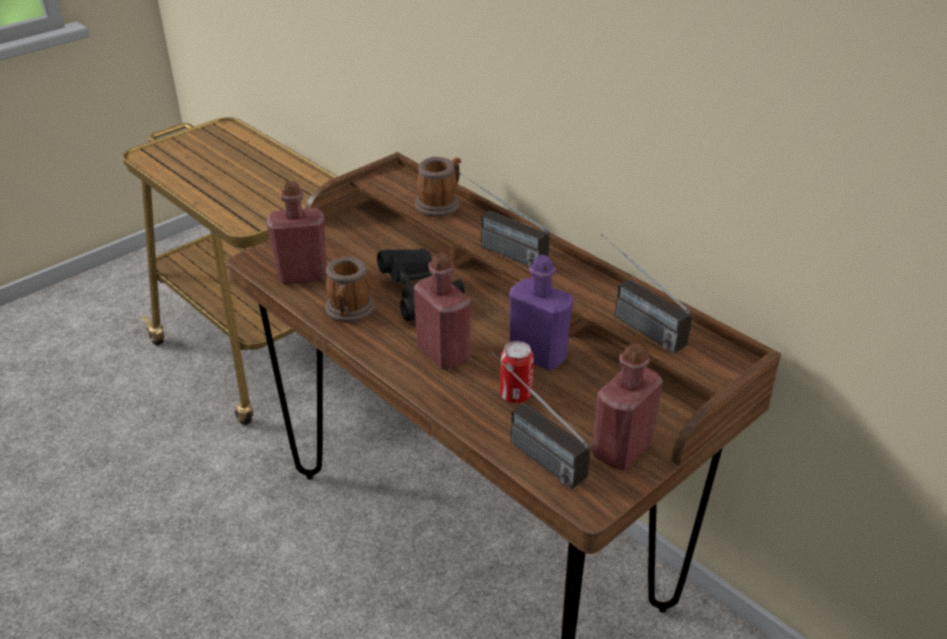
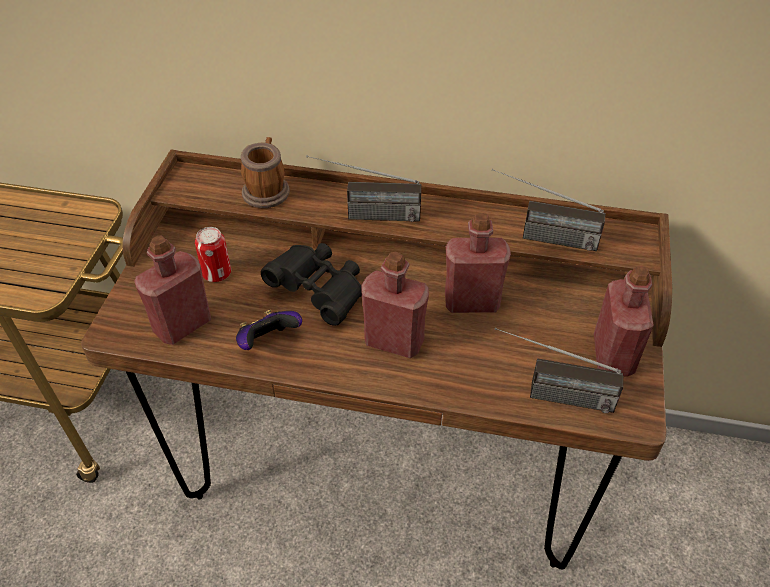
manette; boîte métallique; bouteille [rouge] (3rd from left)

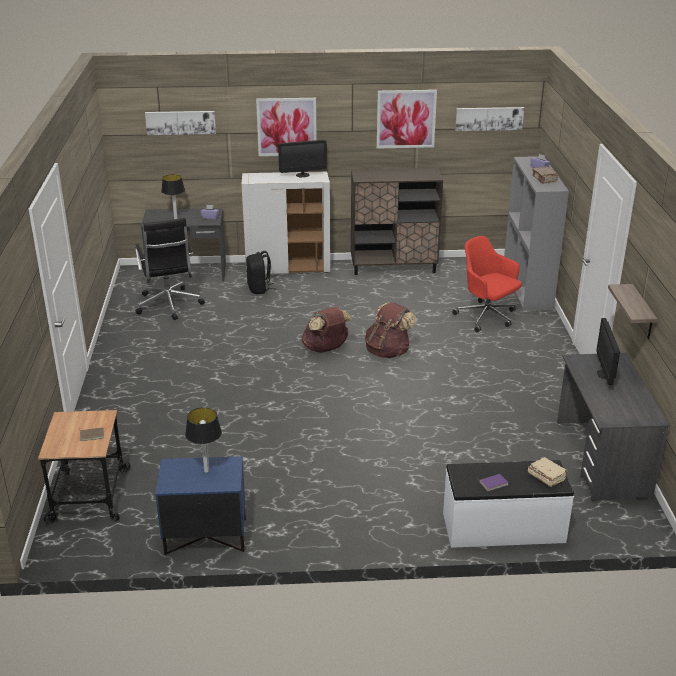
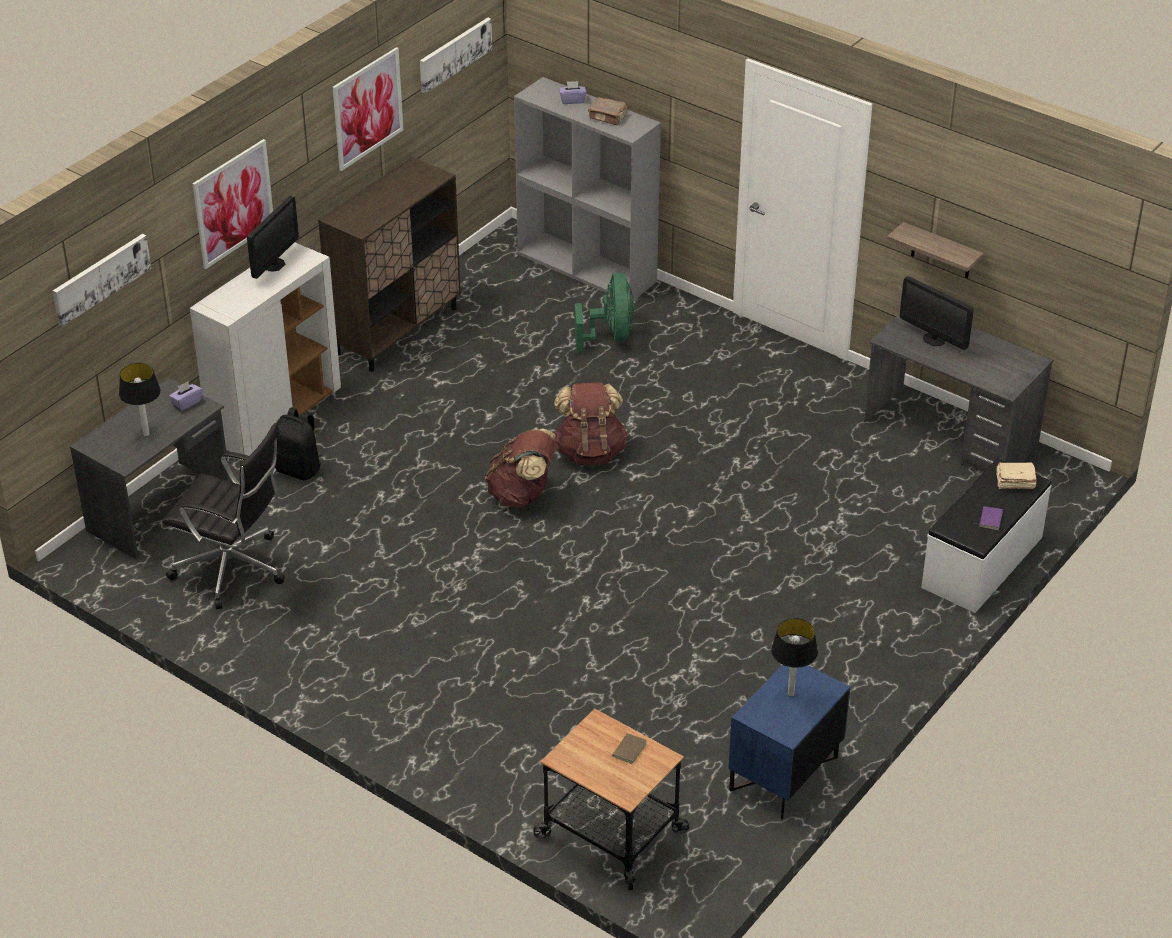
ventilateur [vert]

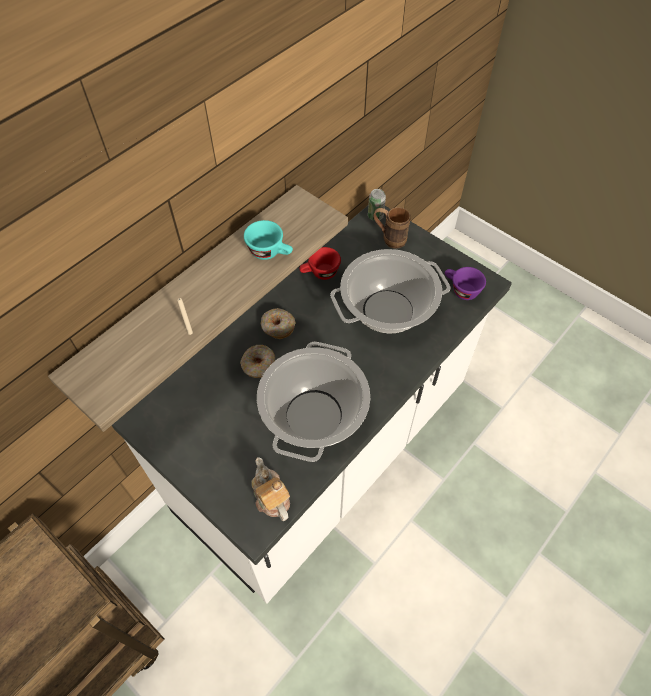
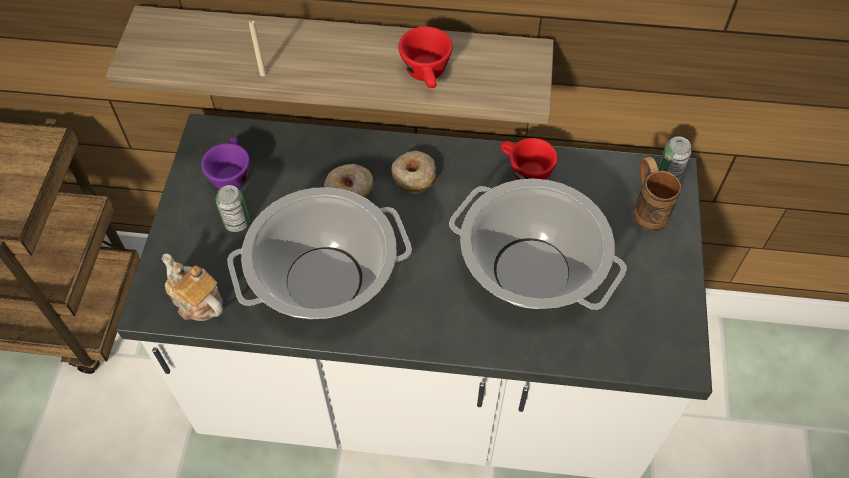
tasse [rouge] (1st from left); théière; tasse [violet]; boîte métallique (1st from left)

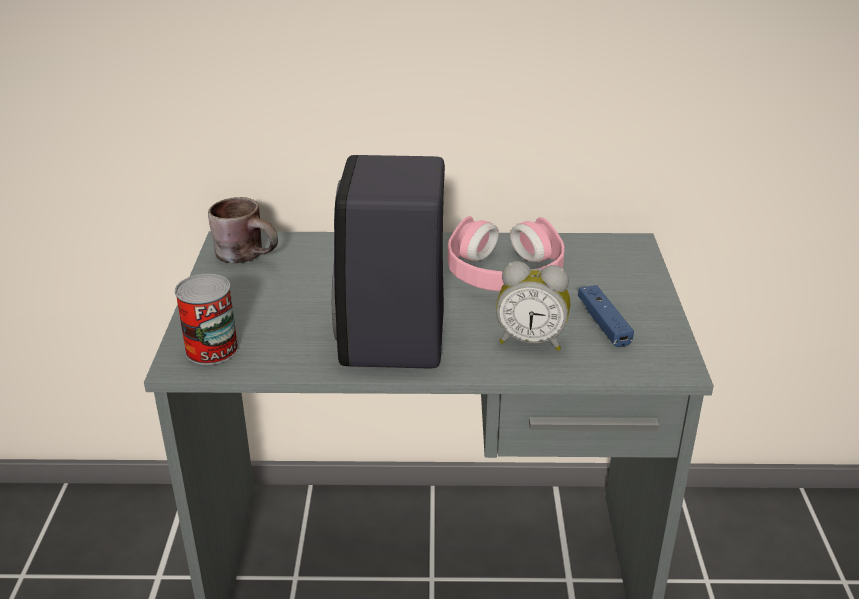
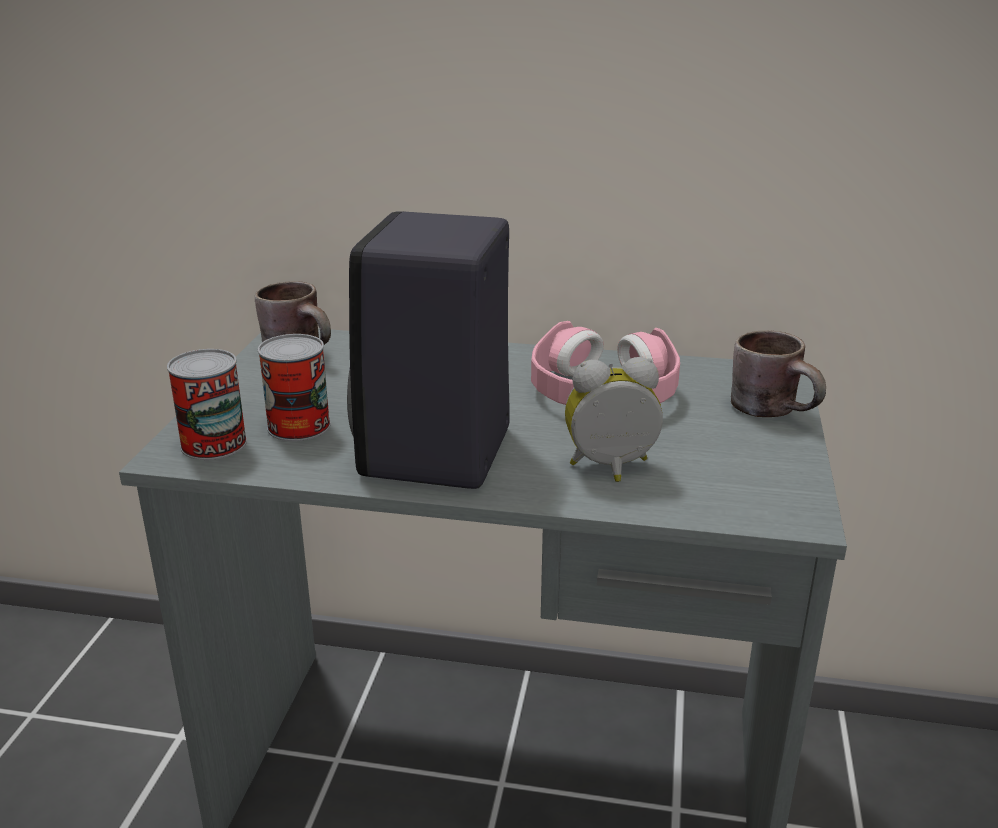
réveil; manette [bleu]; boîte métallique (2nd from left); mug [marron] (2nd from left)

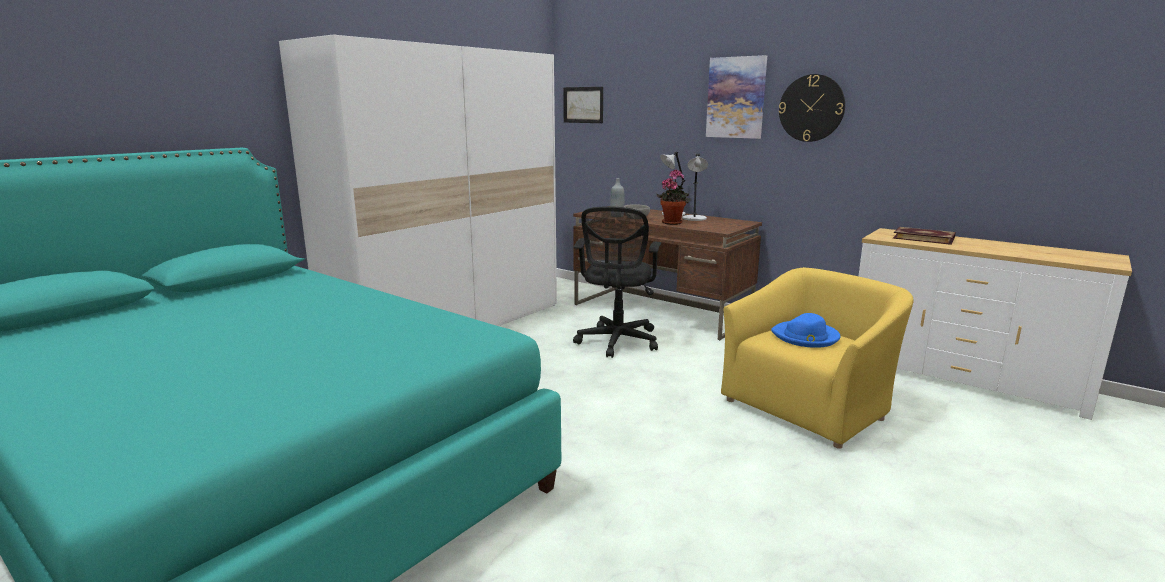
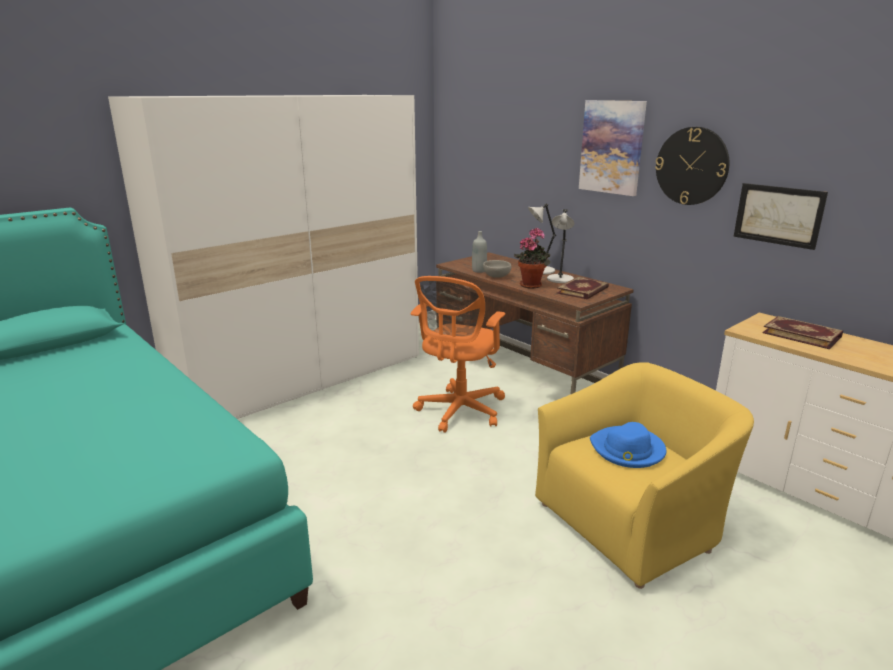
tableau (2nd from left); chaise de bureau [orange]; livre (1st from left)

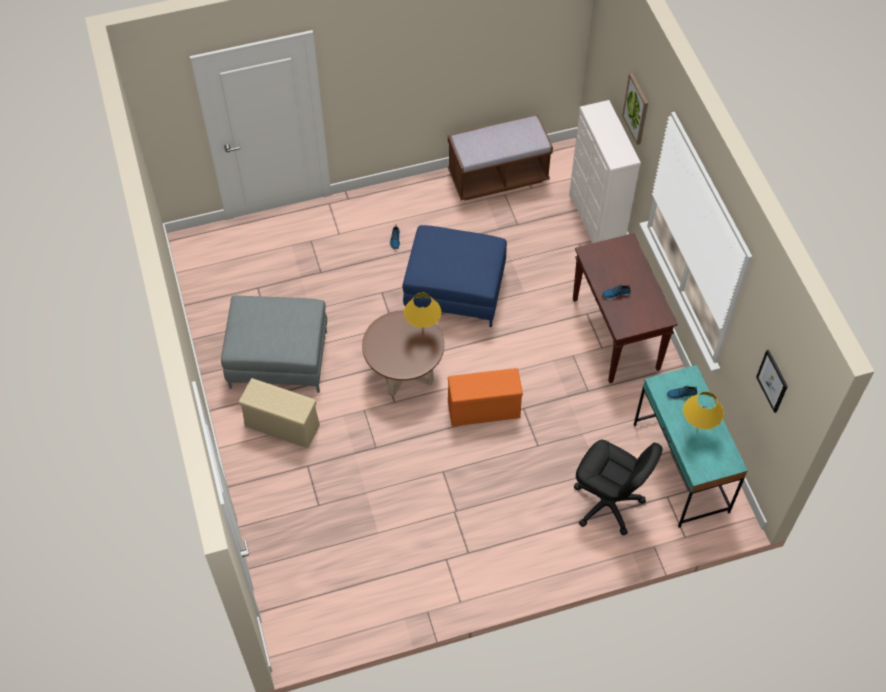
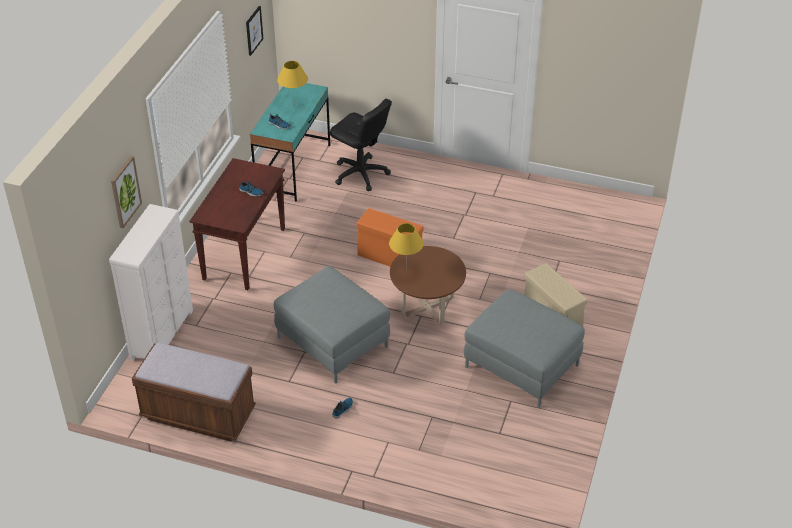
pouf [gris] (1st from left); chaise de bureau [noir]

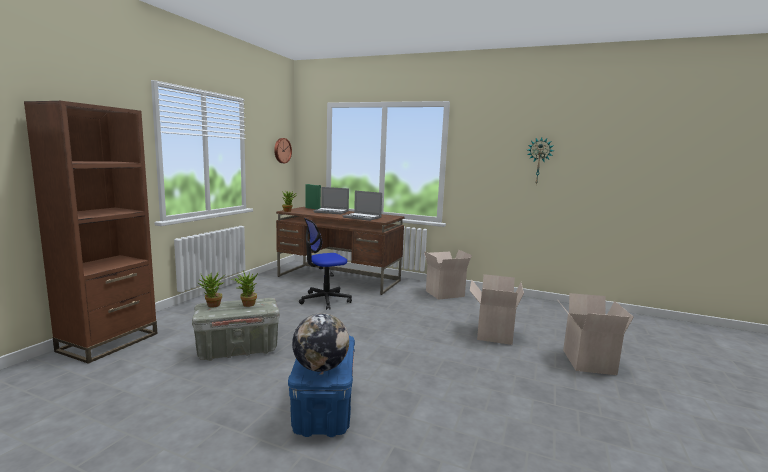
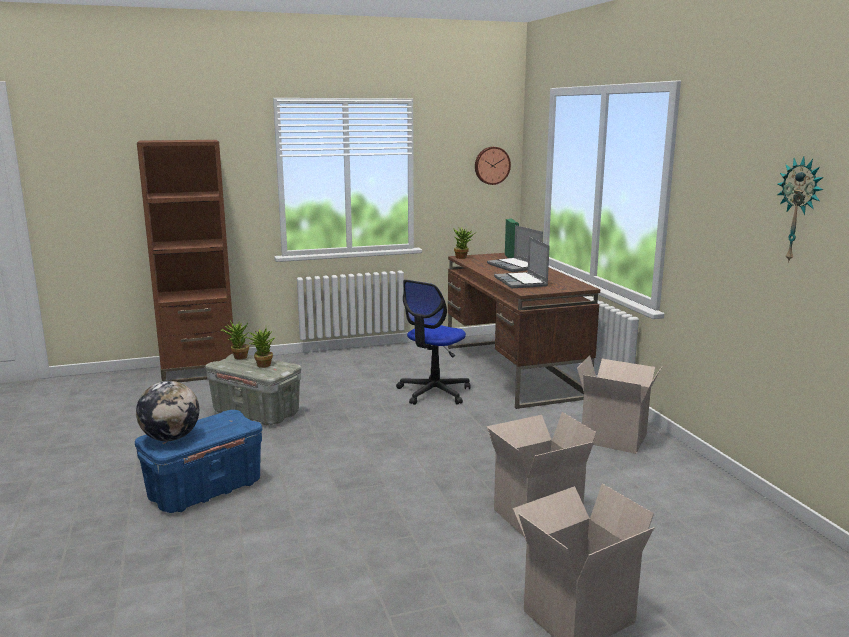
chaise de bureau

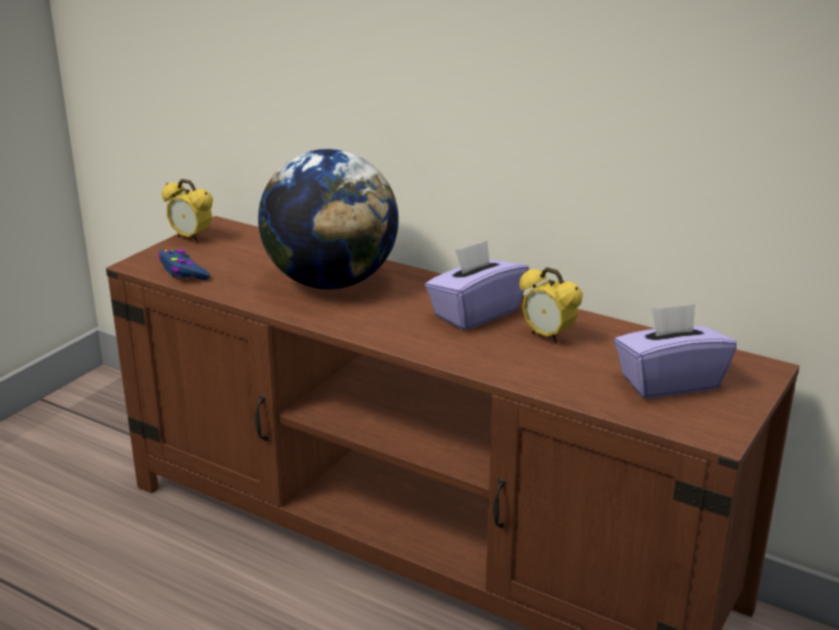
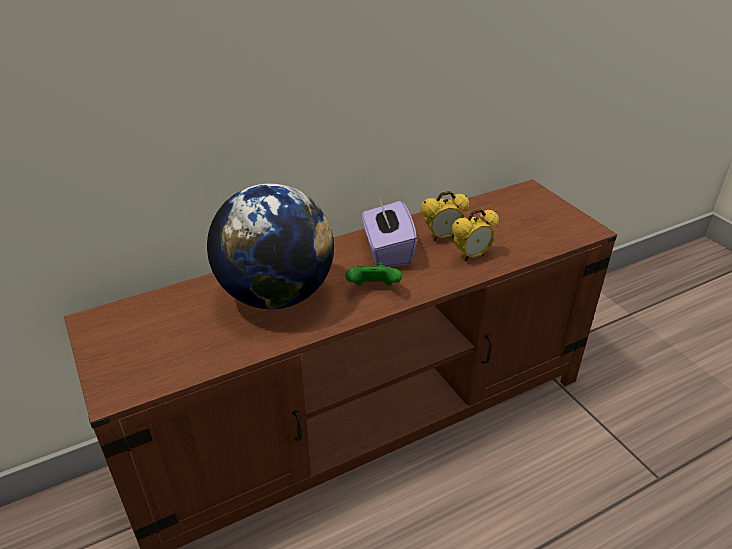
manette [bleu]; réveil (2nd from left); boîte à mouchoirs [violet] (2nd from left in the first image); manette [vert]

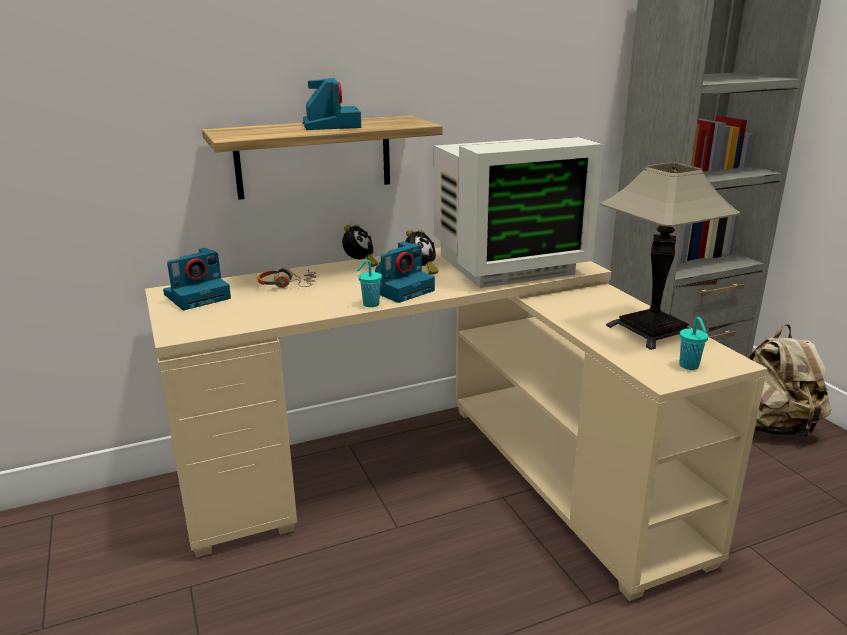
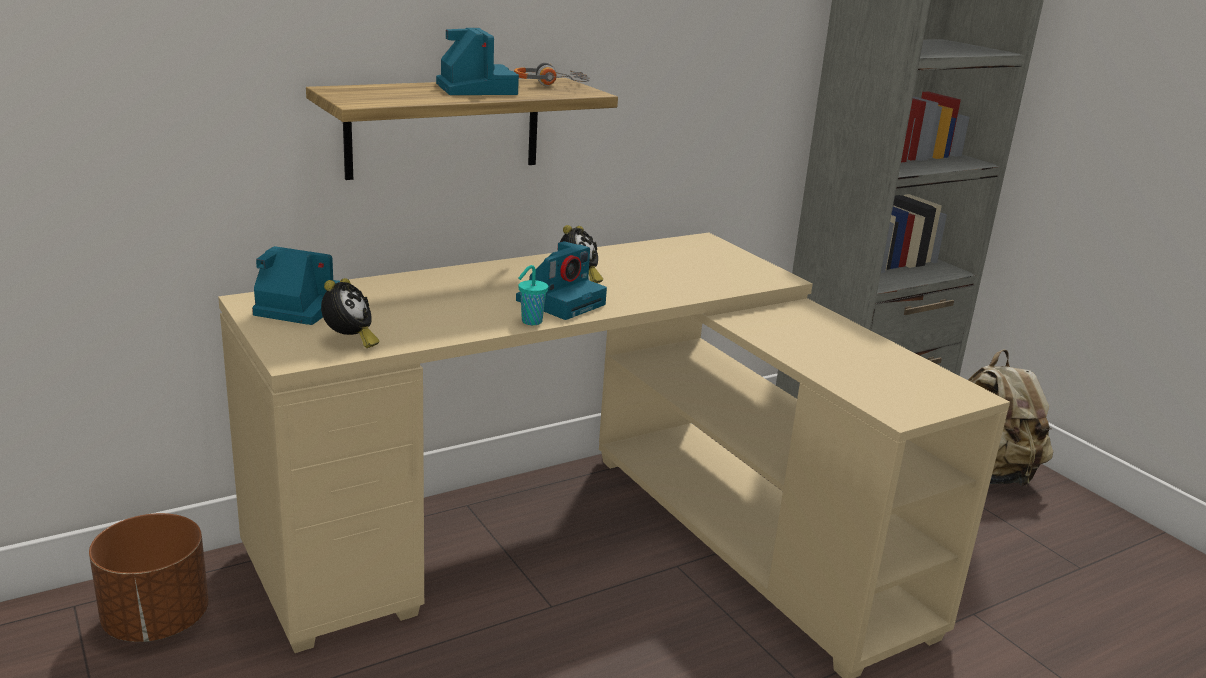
appareil photo (1st from left); casque audio; réveil (1st from left); écran d'ordinateur; lampe de table; tasse [turquoise] (2nd from left in the first image); cache-pot [marron]

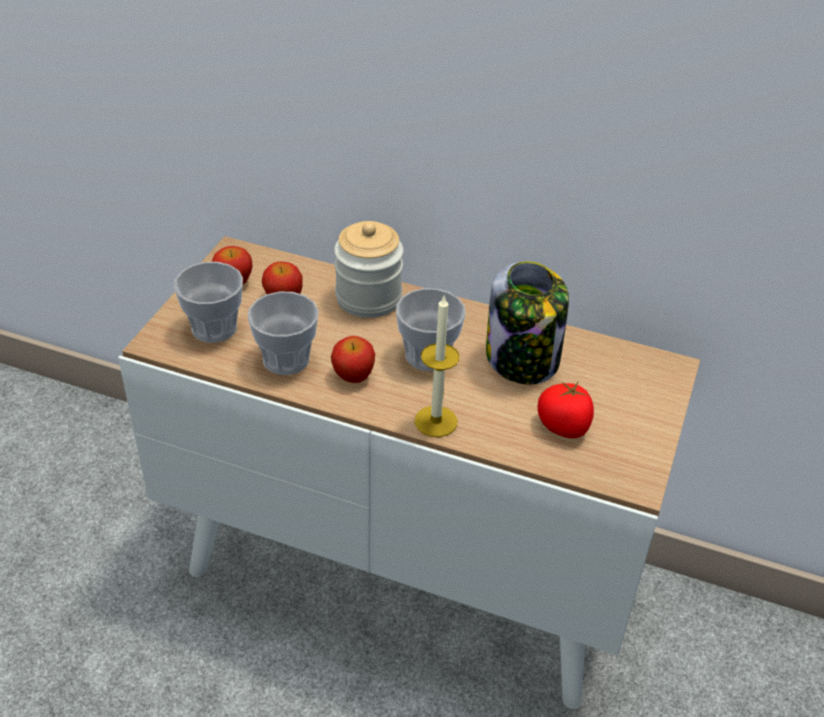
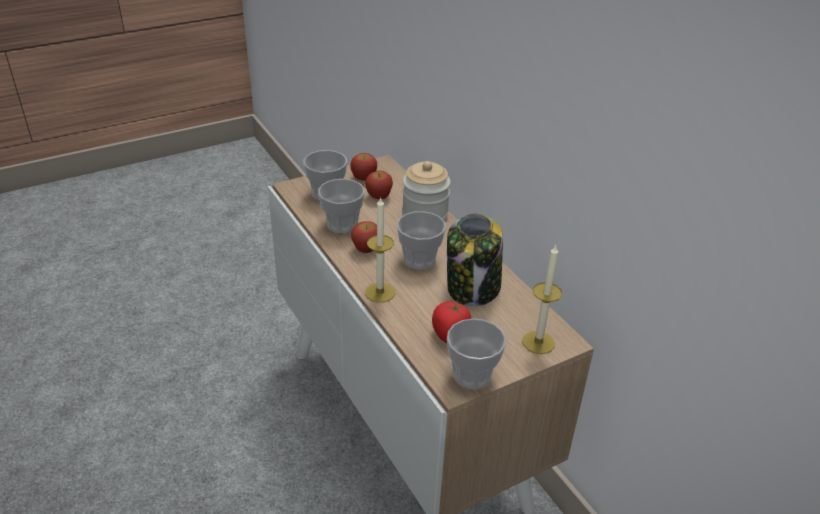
tasse (4th from left); bougie (2nd from left)

